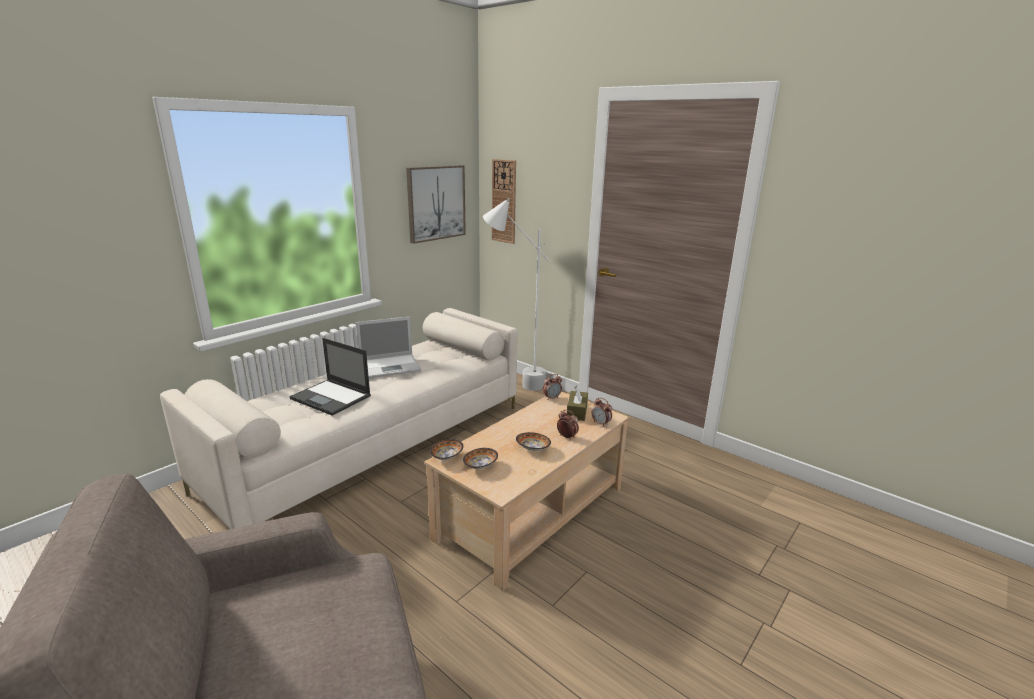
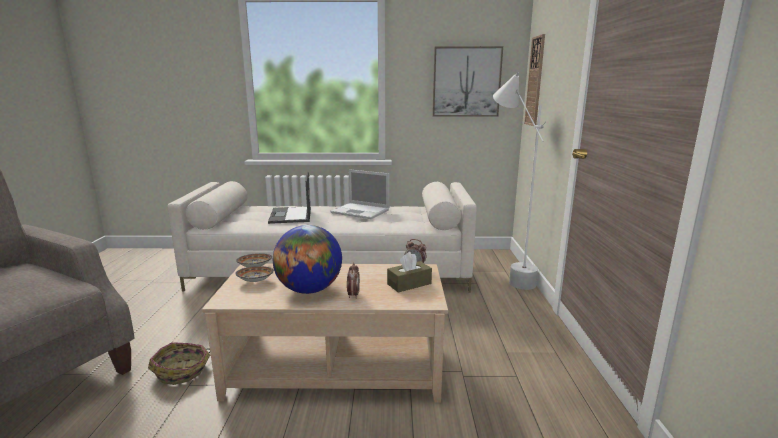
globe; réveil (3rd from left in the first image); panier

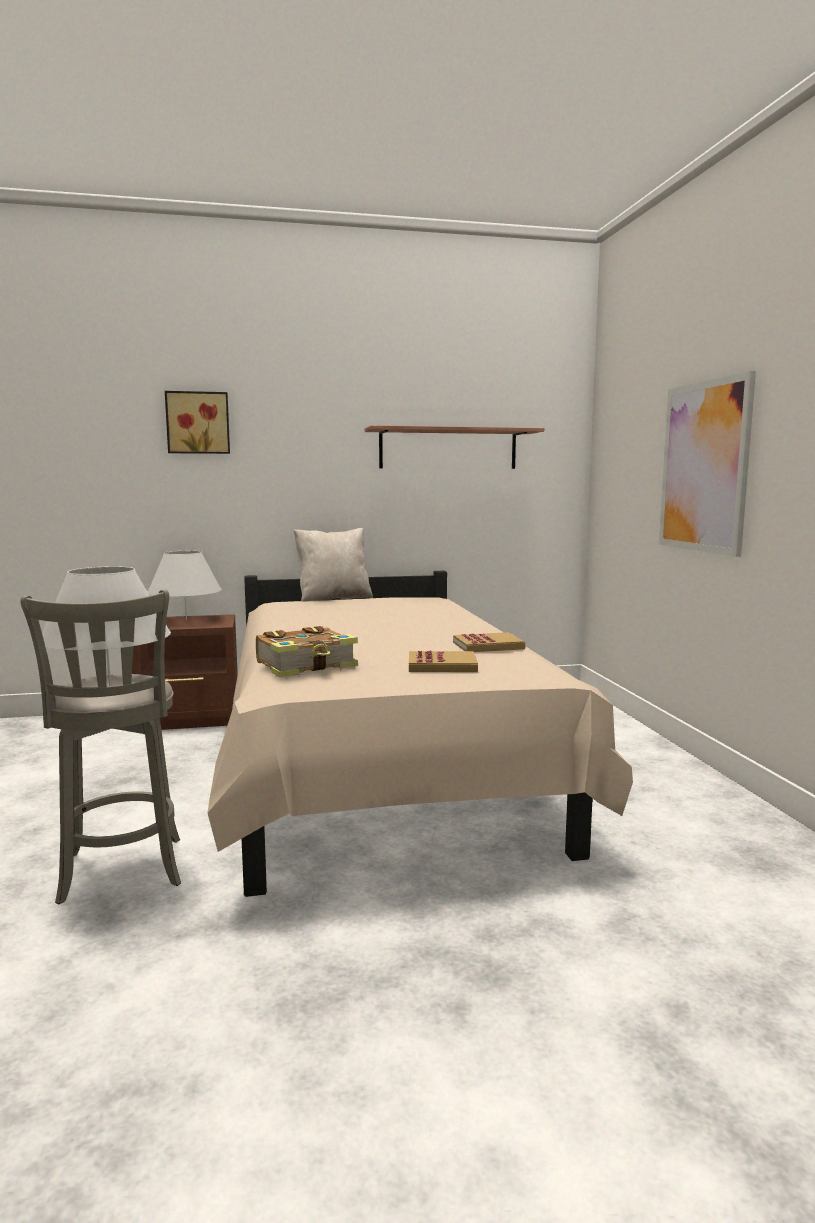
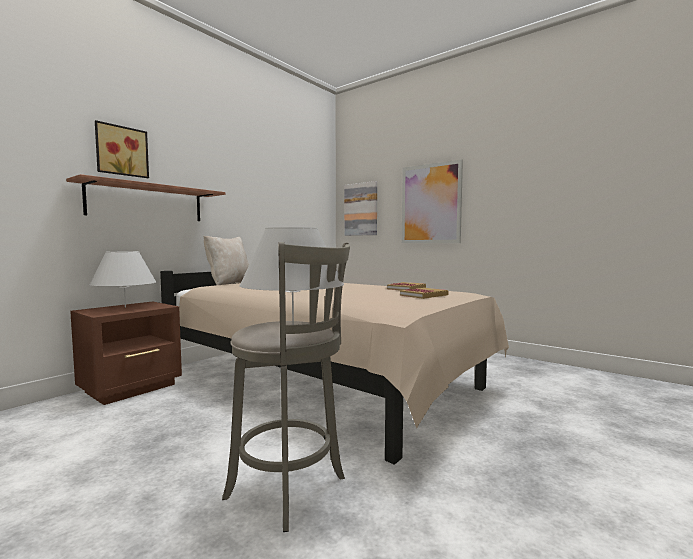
livre (1st from left in the first image); étagère; tableau (2nd from left)

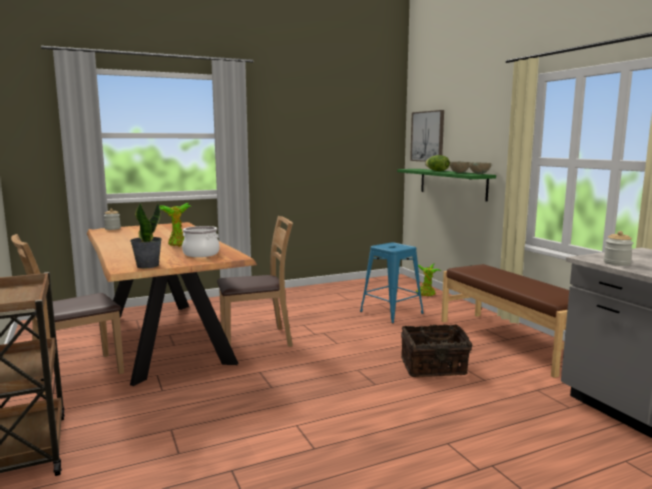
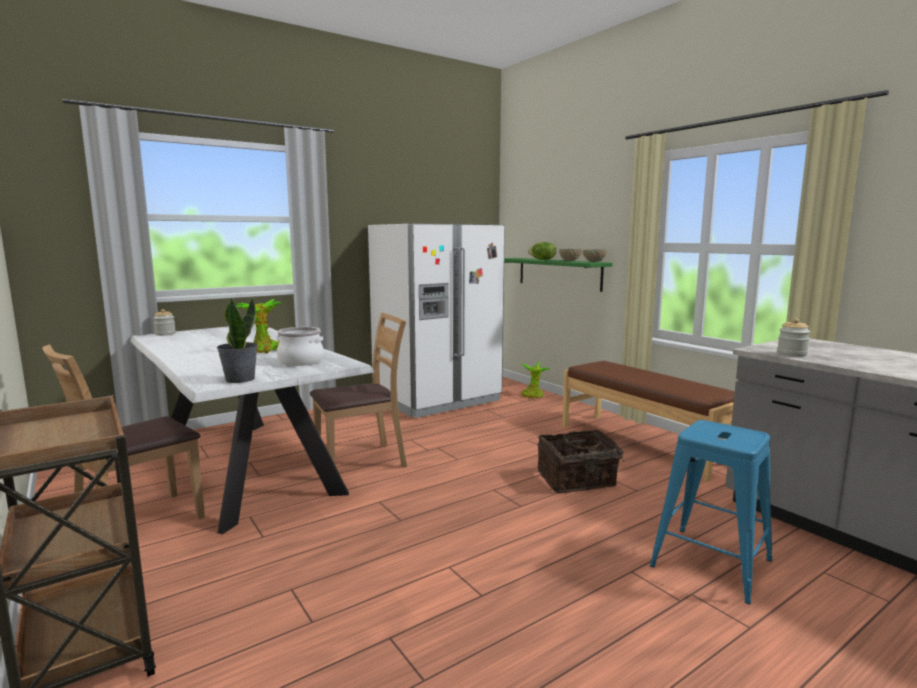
table à manger [blanc]; tabouret [bleu]; tableau; réfrigérateur [blanc]

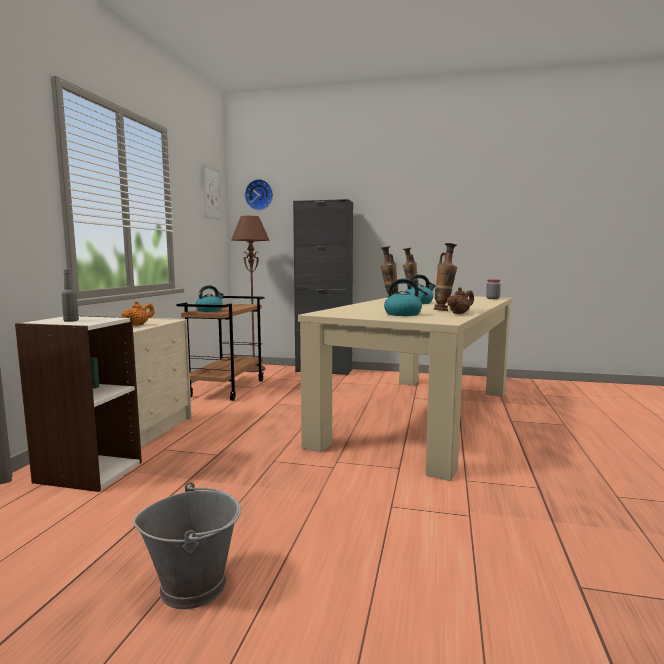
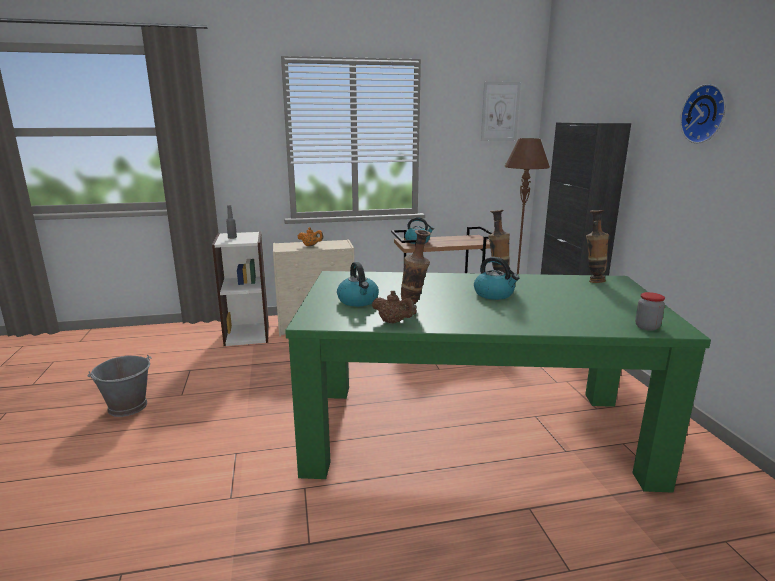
horloge murale; table à manger [vert]

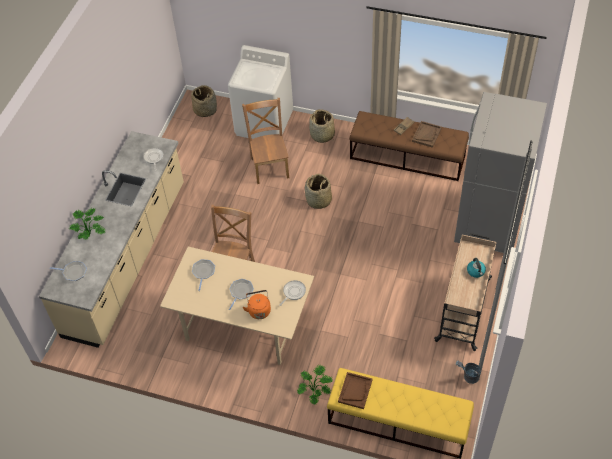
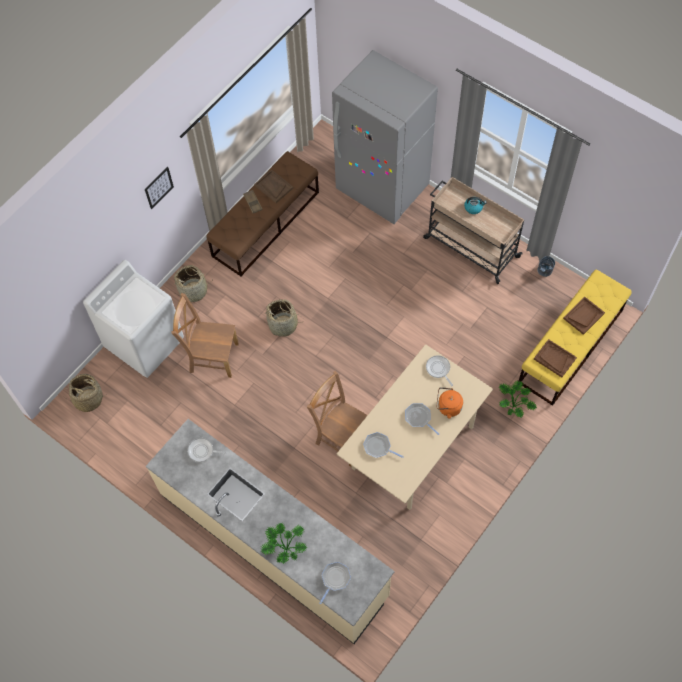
tableau; plateau [marron] (4th from left)

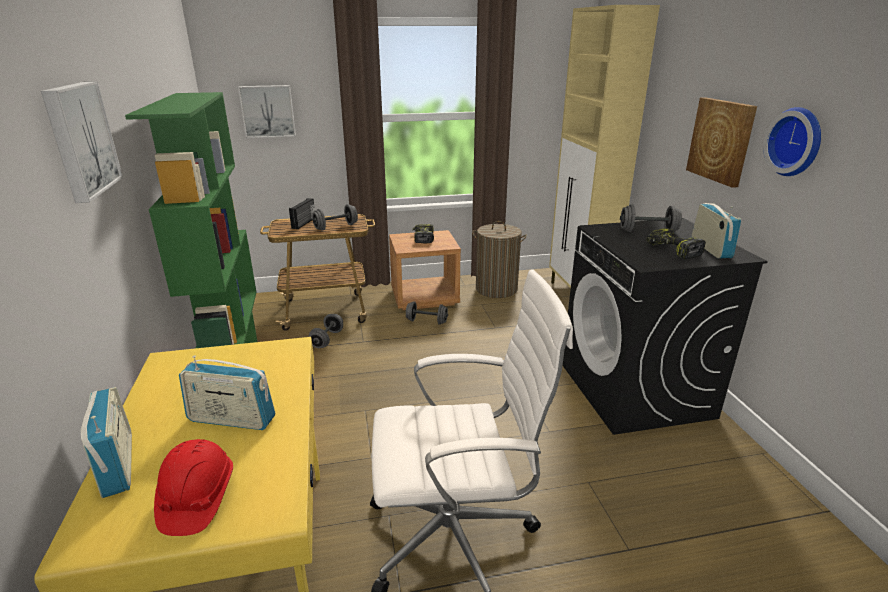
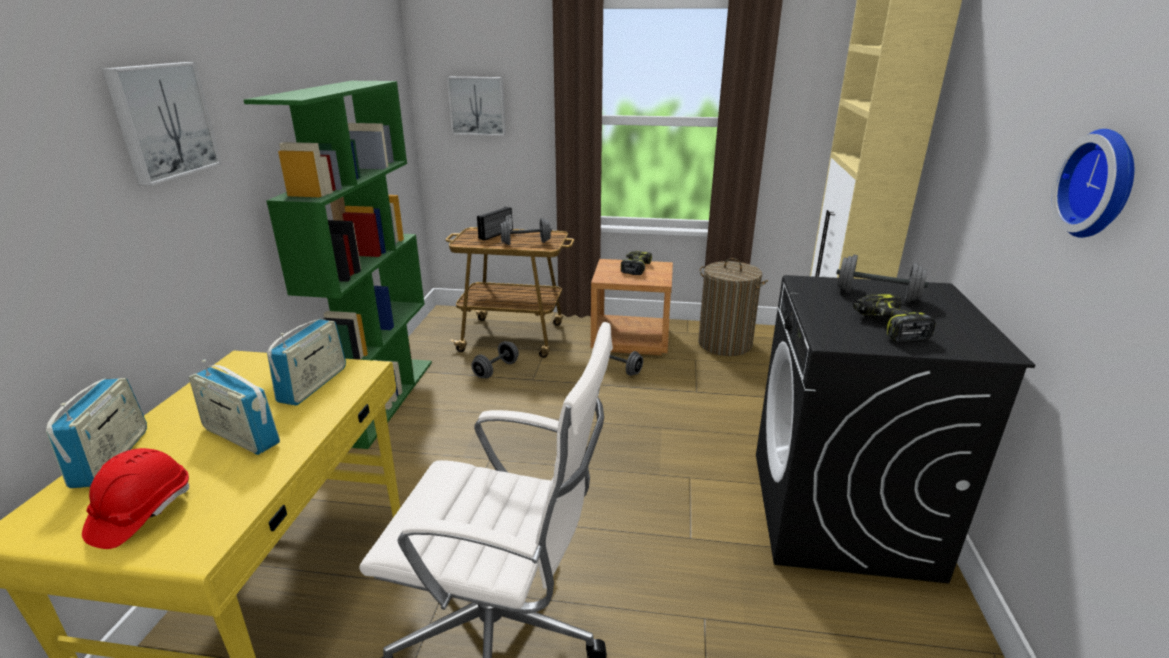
tableau (3rd from left in the first image); radio (3rd from left)

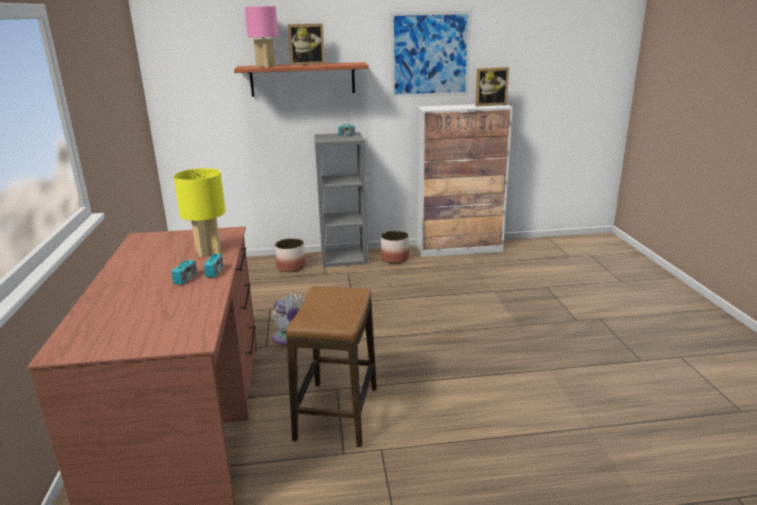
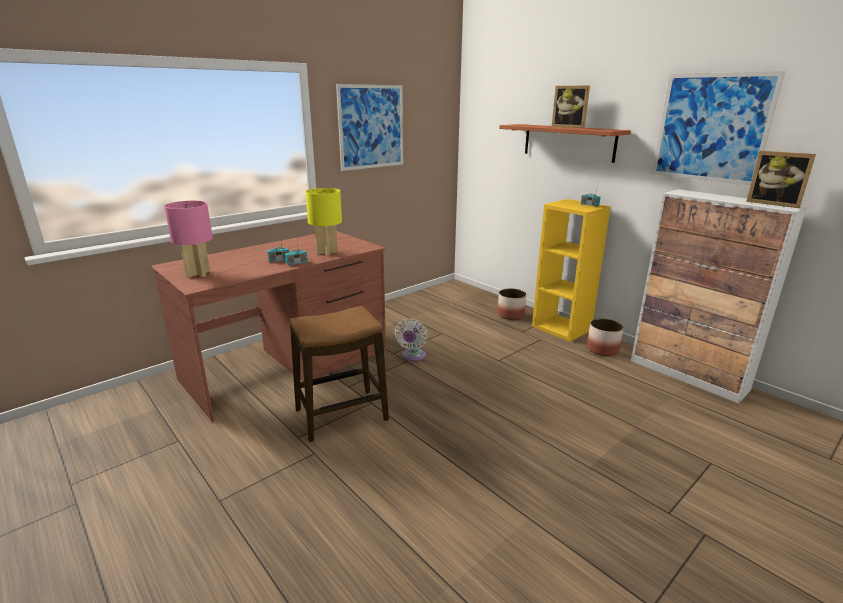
lampe de table [rose]; bibliothèque [jaune]; tableau (1st from left)

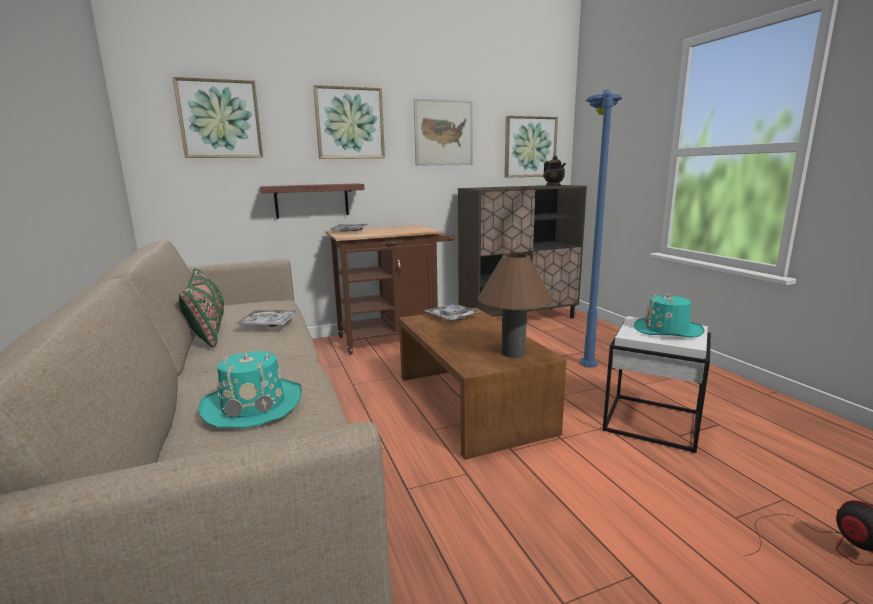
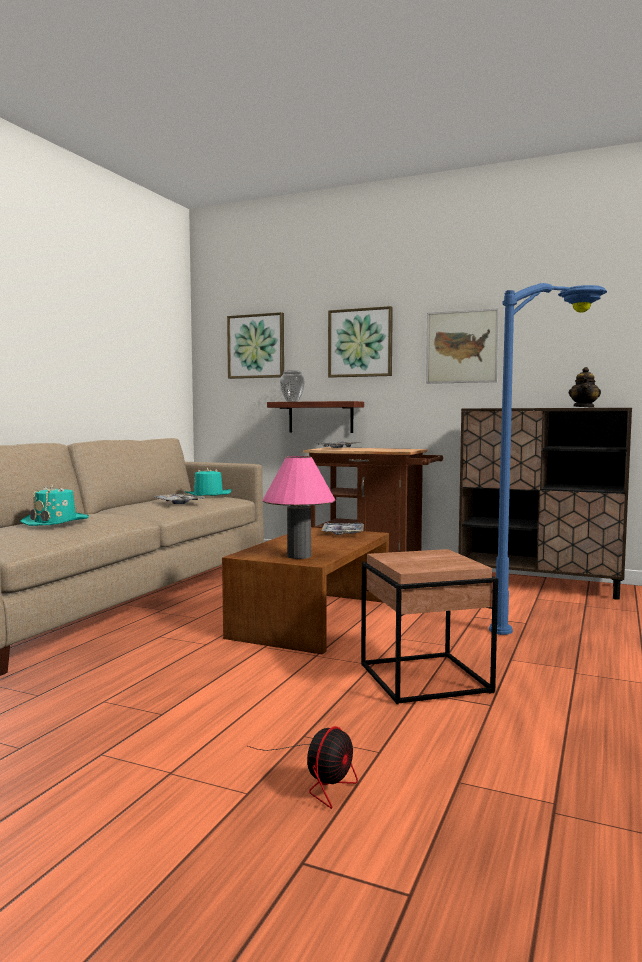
coussin [vert]; lampe de table [rose]; tableau (4th from left in the first image); table d'appoint [marron]; chapeau [turquoise] (2nd from left); vase

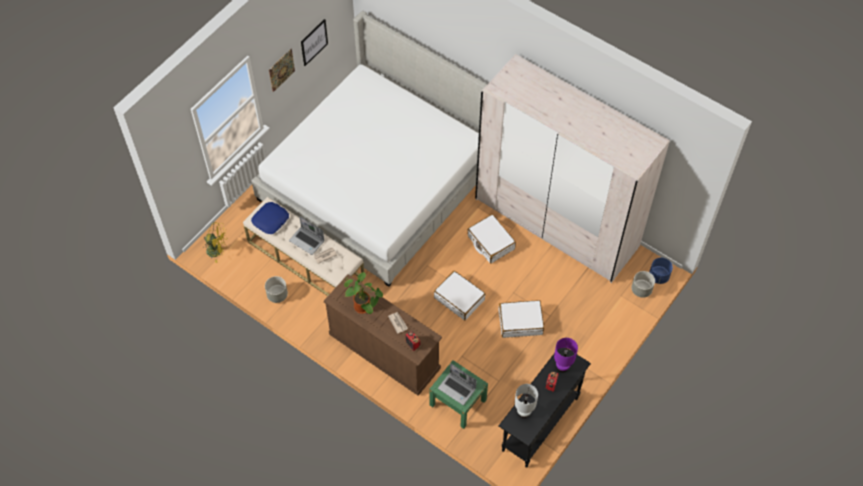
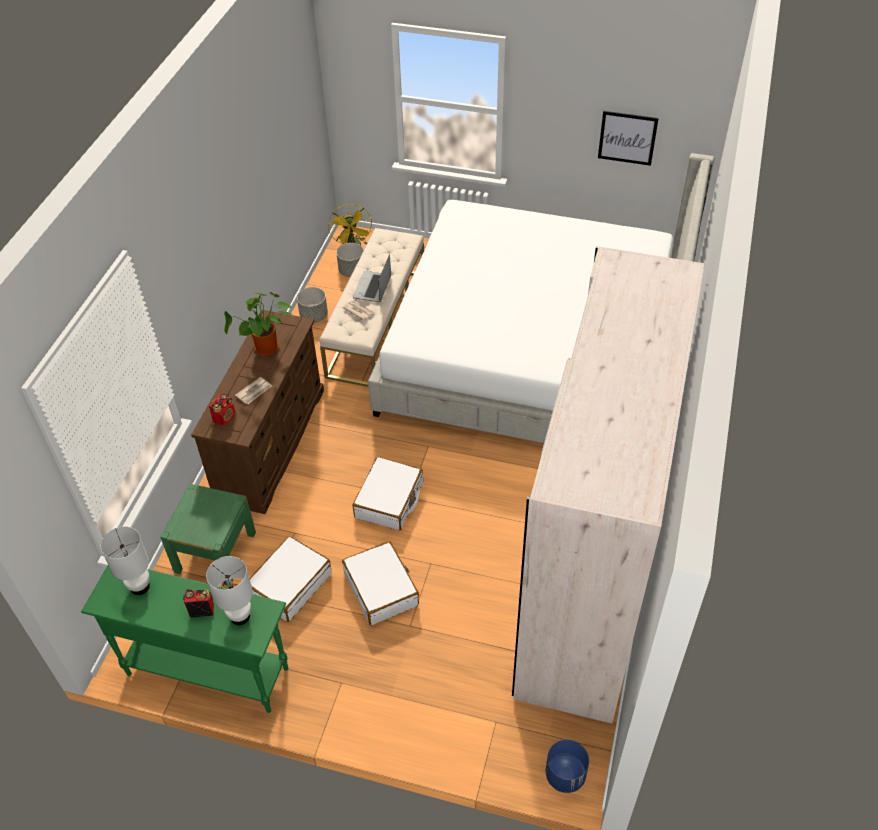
coussin [bleu]; tableau (1st from left in the first image); ordinateur portable (2nd from left in the first image); valise [blanc] (1st from left); table console [vert]; lampe de table [blanc] (2nd from left); cache-pot [gris] (2nd from left)

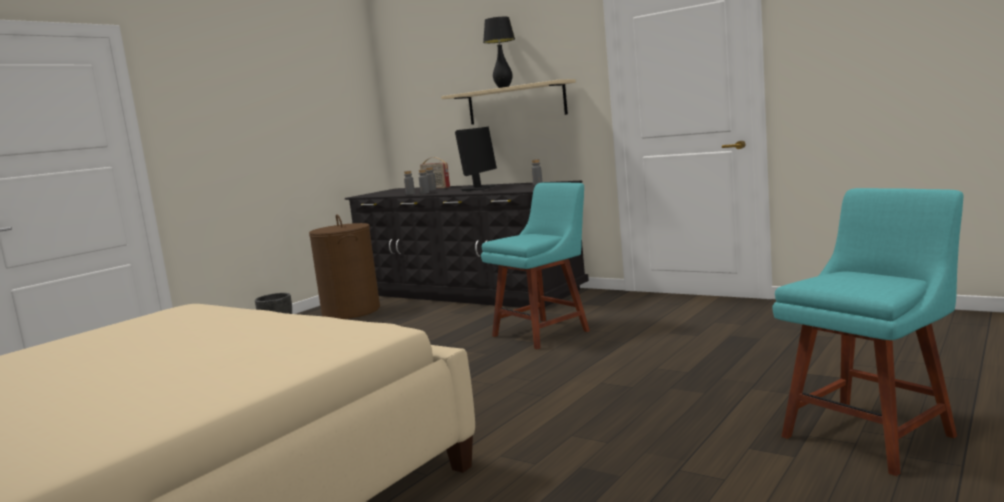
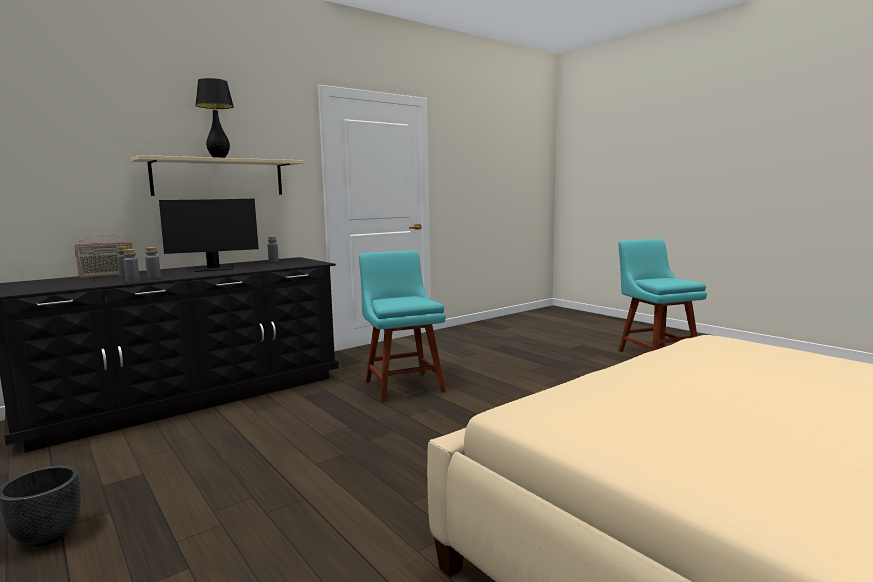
panier à linge [marron]; écran d'ordinateur

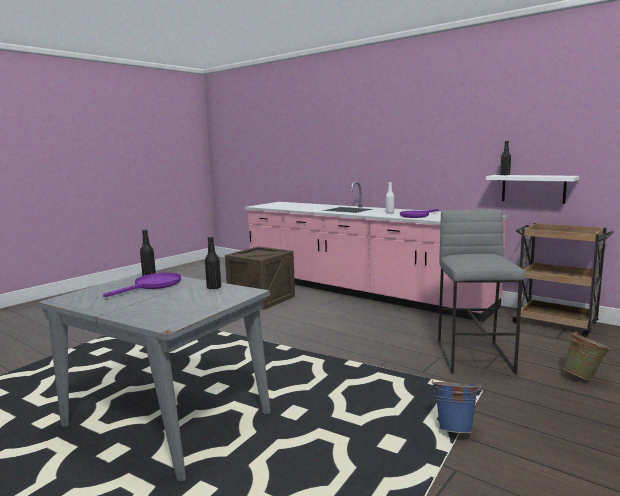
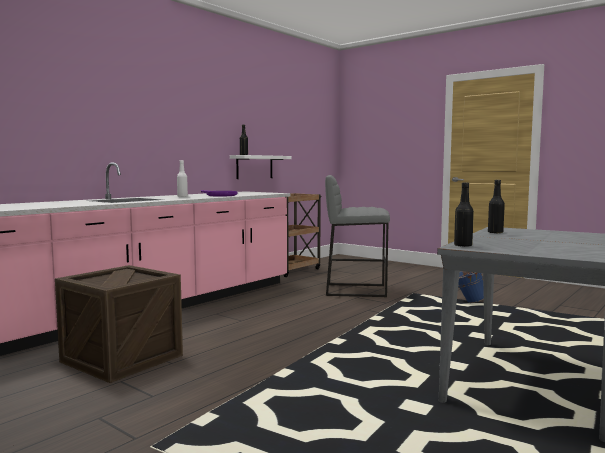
poêle [violet] (1st from left in the first image); seau [vert]

